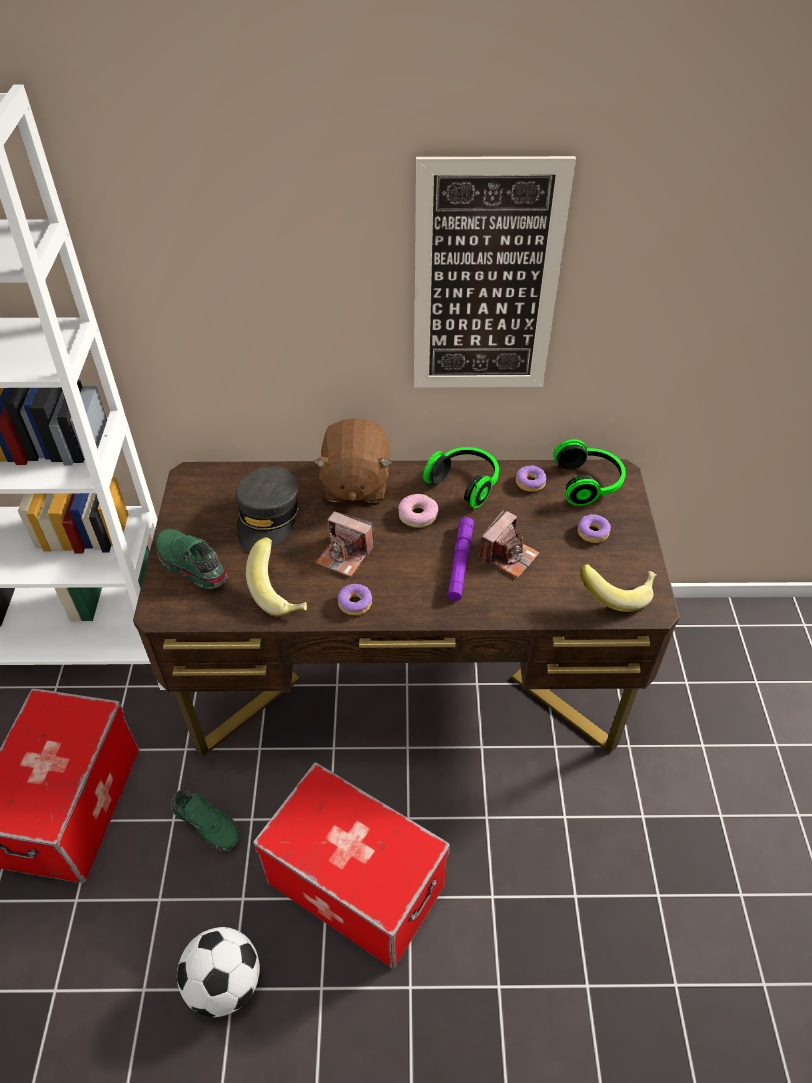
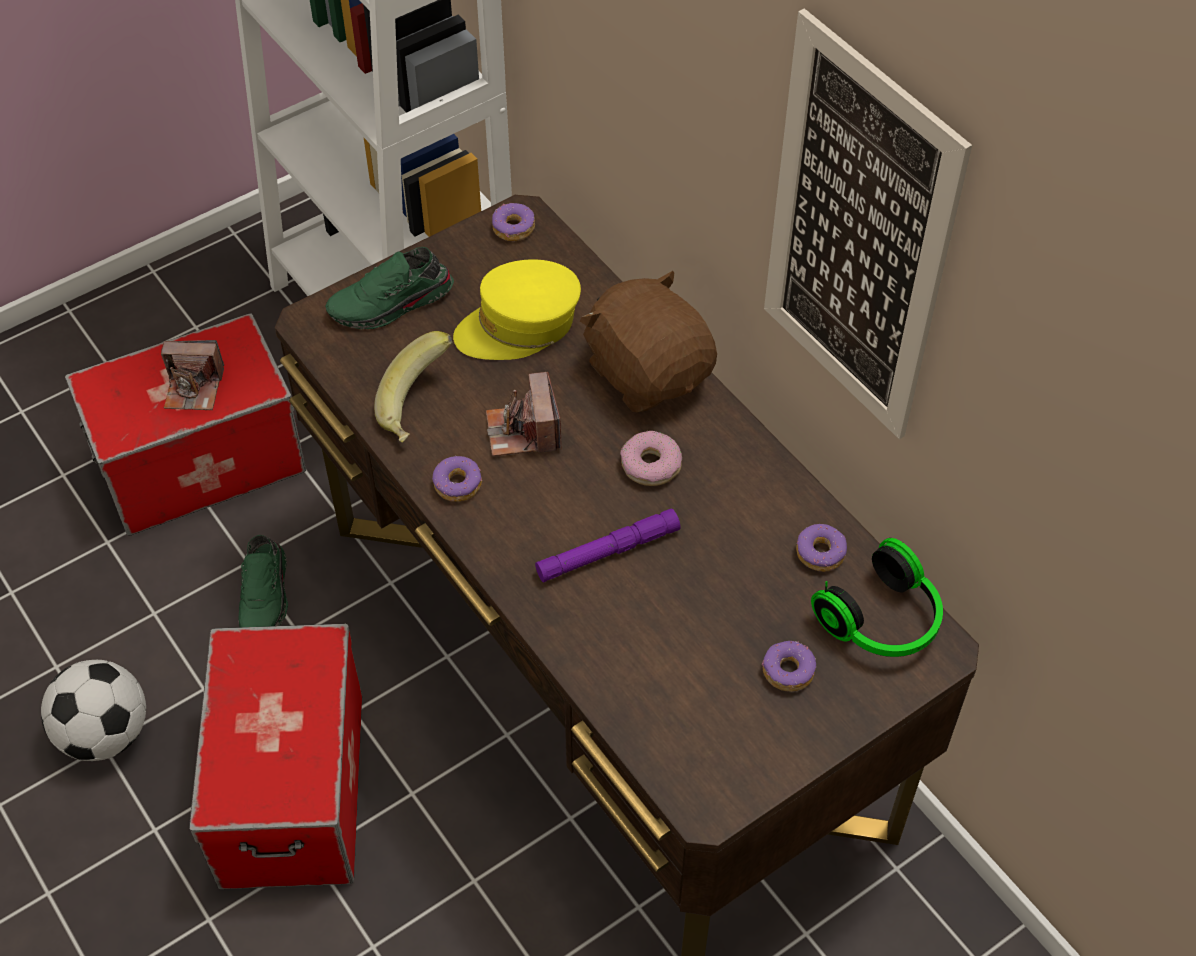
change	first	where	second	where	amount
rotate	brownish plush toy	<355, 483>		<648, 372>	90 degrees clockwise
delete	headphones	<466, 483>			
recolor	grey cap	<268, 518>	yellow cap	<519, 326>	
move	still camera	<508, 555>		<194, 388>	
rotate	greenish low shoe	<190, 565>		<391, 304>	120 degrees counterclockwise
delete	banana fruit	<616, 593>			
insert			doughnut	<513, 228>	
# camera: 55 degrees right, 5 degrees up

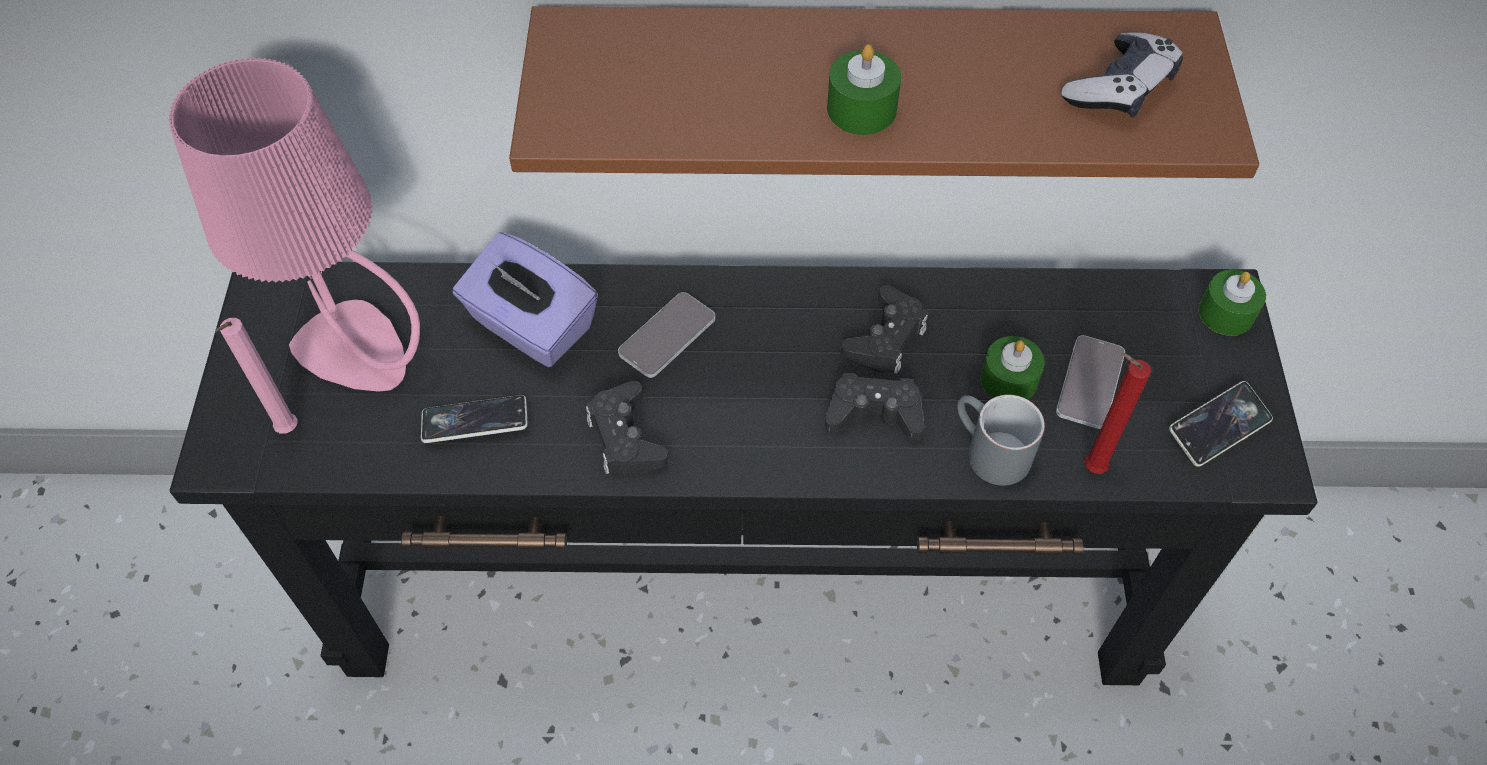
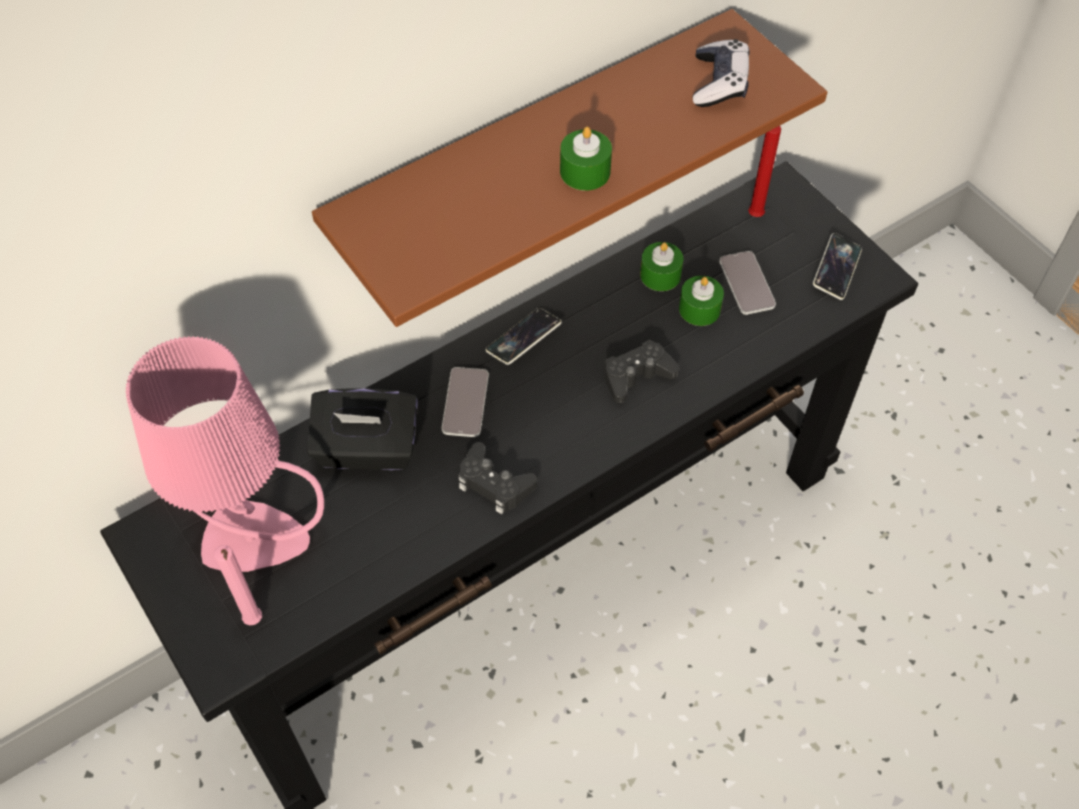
change	first	where	second	where	amount
recolor	purple-coloured tissue box	<531, 326>	black tissue box	<367, 449>	
move	greenish wax candle	<1226, 313>		<660, 275>	
delete	black joypad	<885, 338>			
move	reddish wax candle	<1090, 467>		<753, 216>	
delete	grey coffee mug	<987, 452>			
move	phone	<475, 422>		<523, 339>	
# camera: 35 degrees left, 0 degrees up

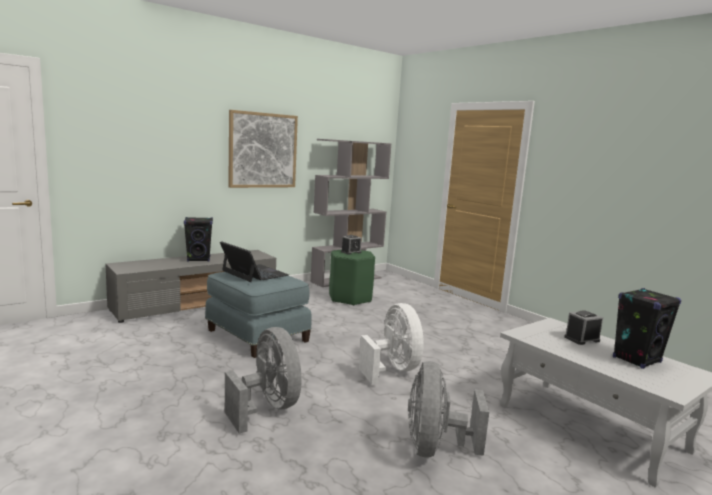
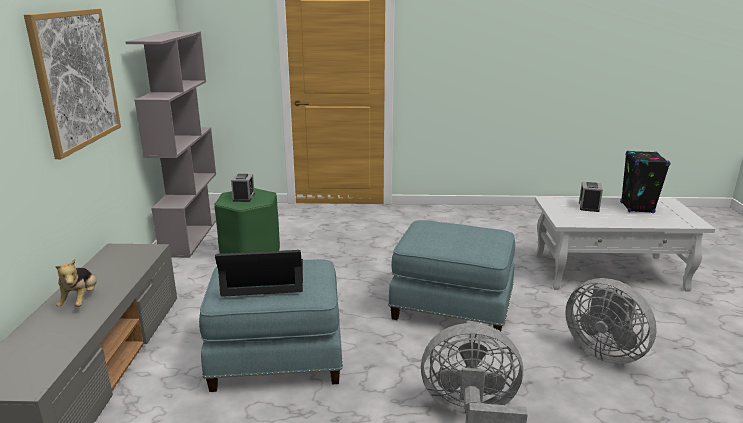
change	first	where	second	where	amount
replace	black audio speaker	<199, 259>	plush toy	<80, 300>	
replace	white-coloured electric fan	<393, 370>	blue-coloured ottoman	<451, 308>	
# camera: 50 degrees left, 10 degrees up

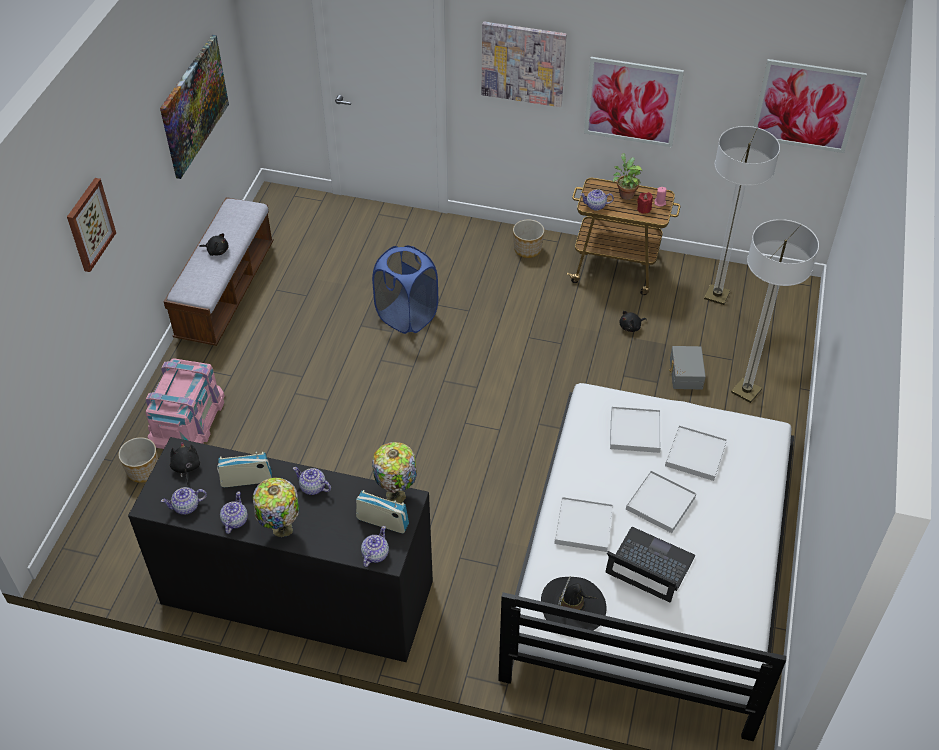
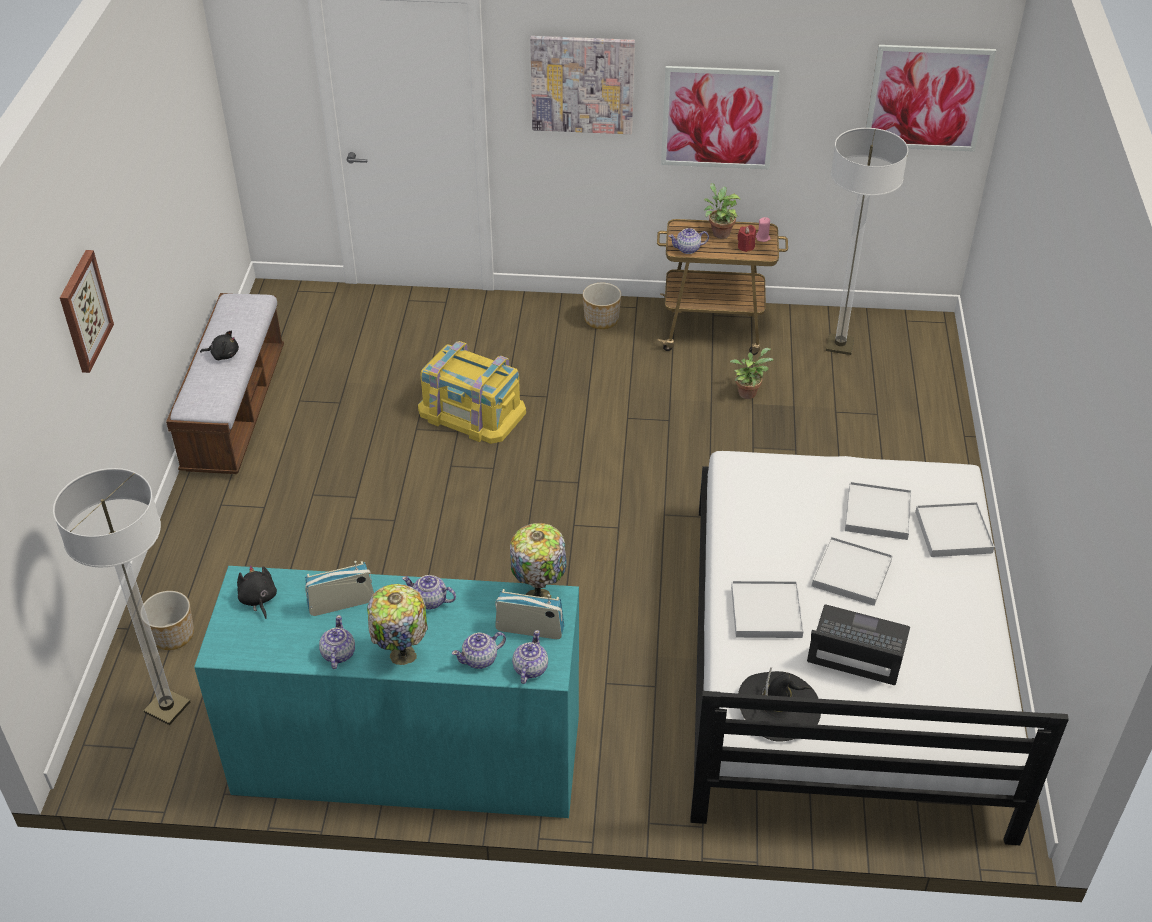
change	first	where	second	where	amount
delete	picture	<194, 105>			
move	standard lamp	<746, 391>		<167, 707>	
replace	blue-coloured hamper	<406, 316>	yellow storage container	<471, 411>	
replace	black plush toy	<631, 327>	potted plant	<748, 392>	
delete	grey storage container	<685, 373>			
delete	pink storage container	<187, 418>			
move	white-coloured serving tray	<635, 431>		<953, 532>	
recolor	black chest of drawers	<297, 592>	turquoise-coloured chest of drawers	<408, 754>	
move	teapot	<187, 507>		<480, 659>	
# camera: 10 degrees left, 5 degrees down

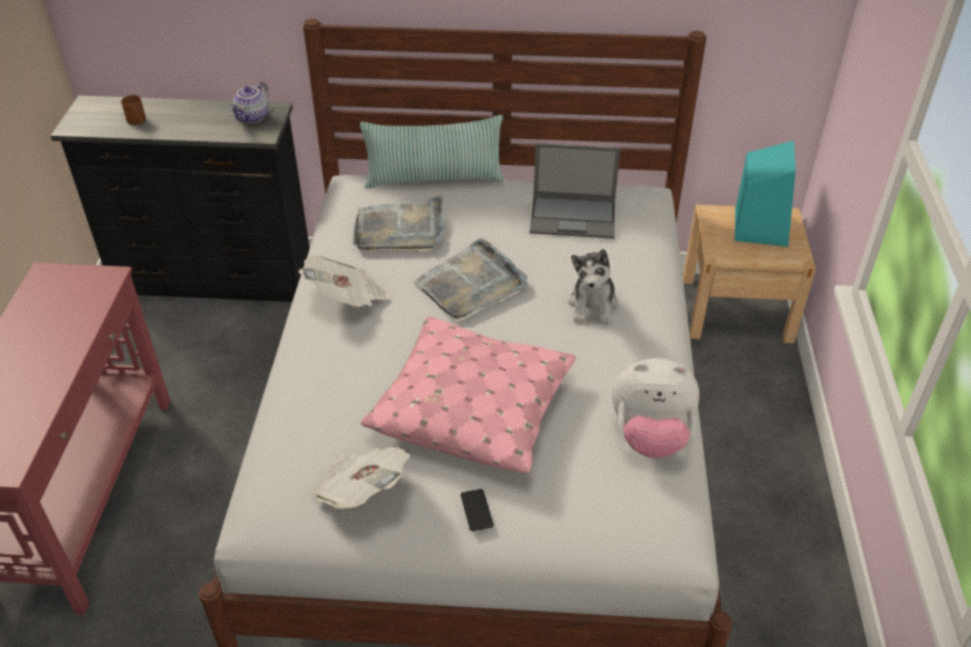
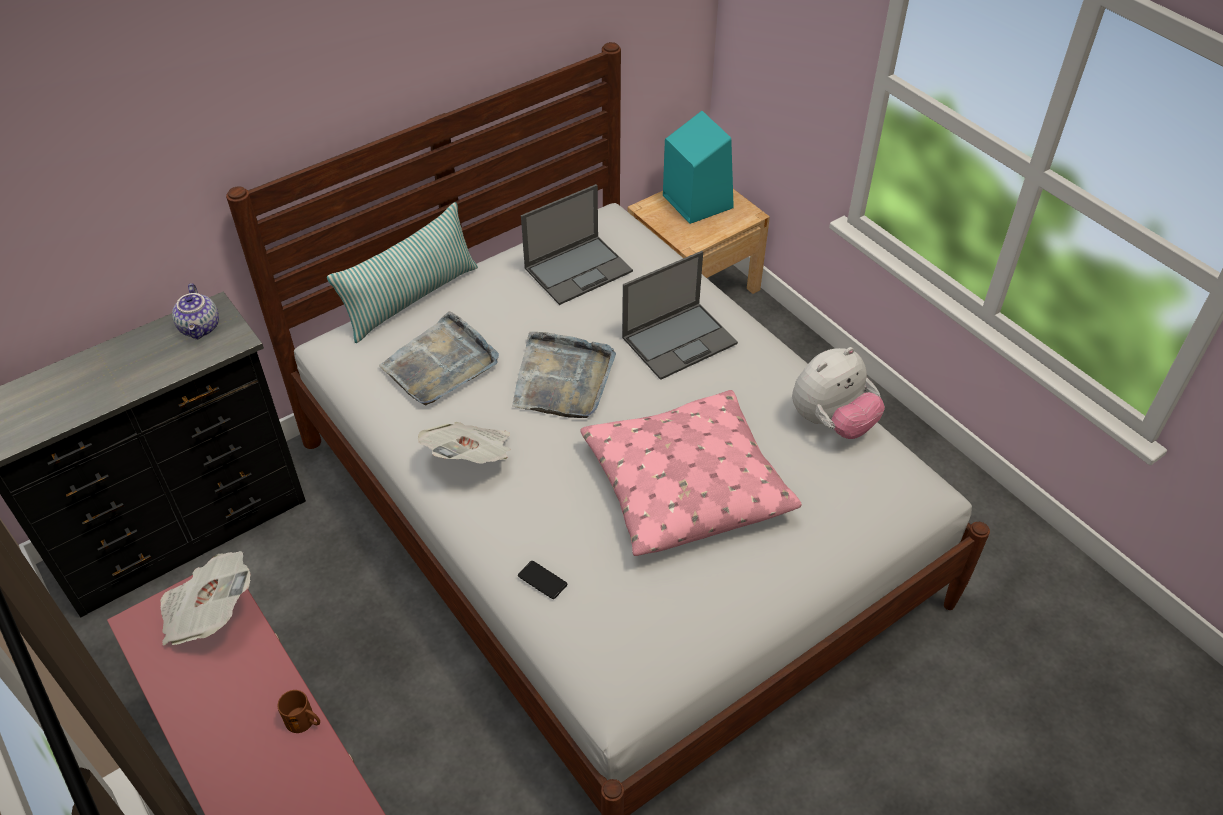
change	first	where	second	where	amount
move	brownish coffee mug	<137, 122>		<305, 721>	
replace	plush toy	<593, 305>	laptop	<680, 340>	
move	newspaper	<362, 491>		<209, 613>	
move	phone	<476, 510>		<542, 580>	
# camera: 40 degrees left, 5 degrees up

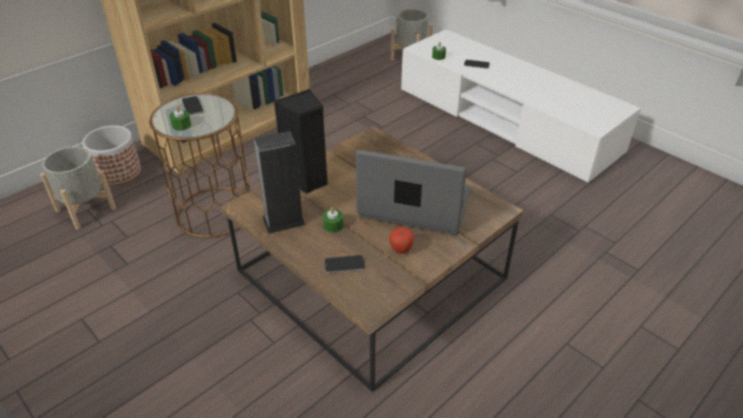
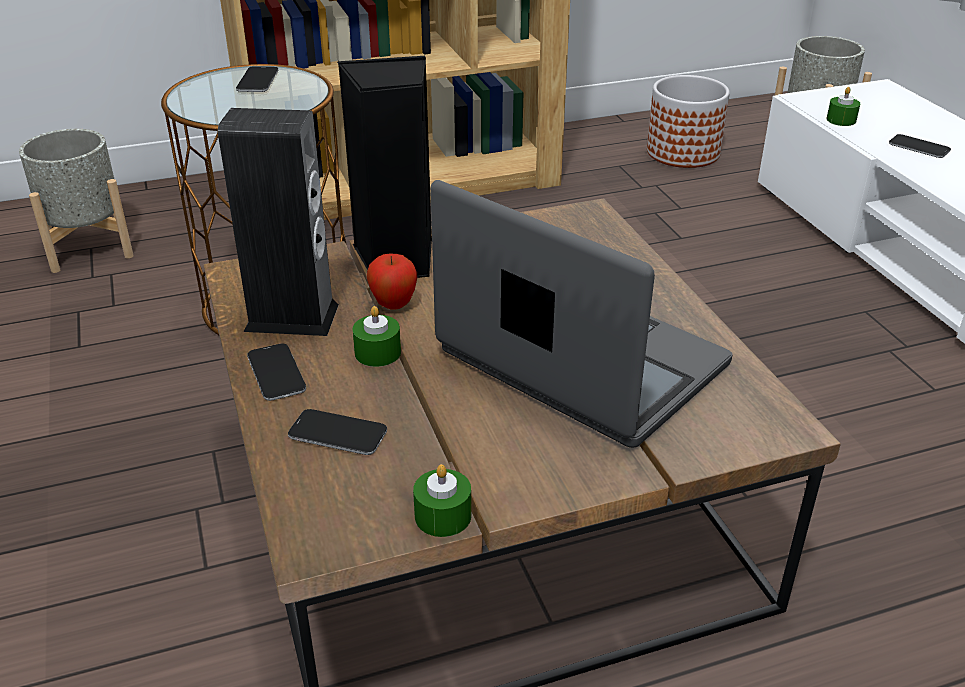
change	first	where	second	where	amount
move	greenish wax candle	<181, 125>		<443, 516>	
move	flower pot	<118, 172>		<683, 153>	
move	whole apple	<401, 250>		<393, 305>	
insert			phone	<276, 373>	
# camera: 25 degrees right, 5 degrees down

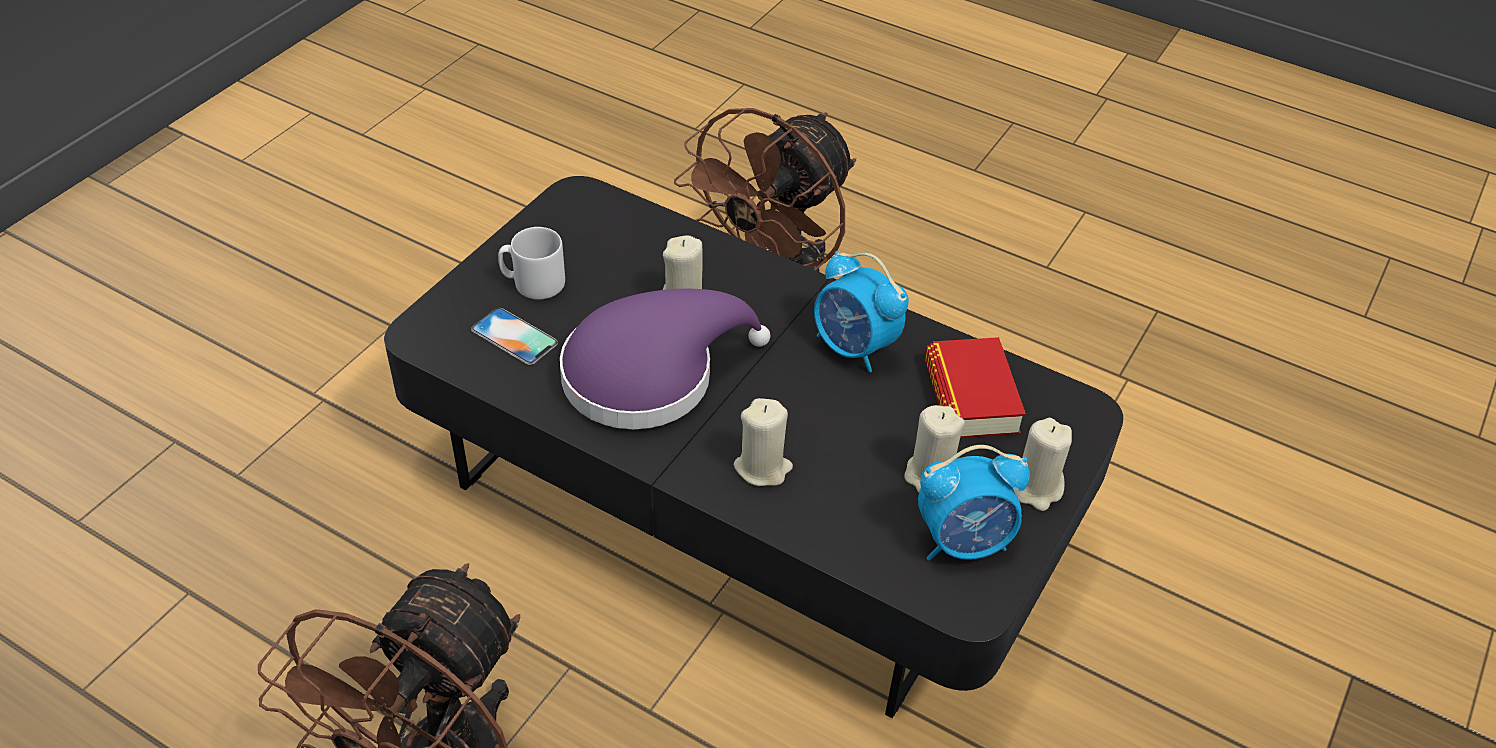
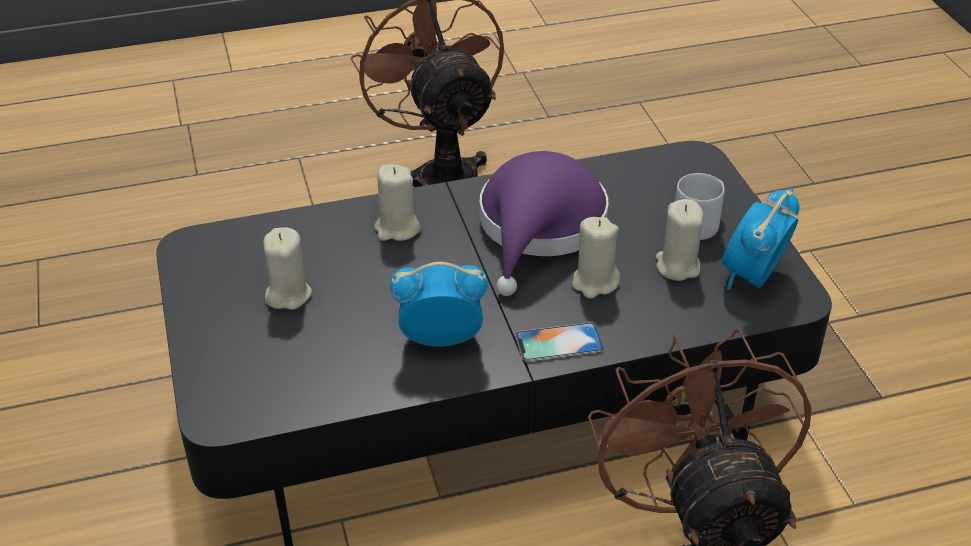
change	first	where	second	where	amount
move	phone	<514, 336>		<559, 342>	
delete	bound book	<971, 397>			
move	beige-coloured wax candle	<1036, 488>		<677, 266>	
move	bedside clock	<964, 542>		<752, 277>	
# camera: 135 degrees right, 5 degrees down

